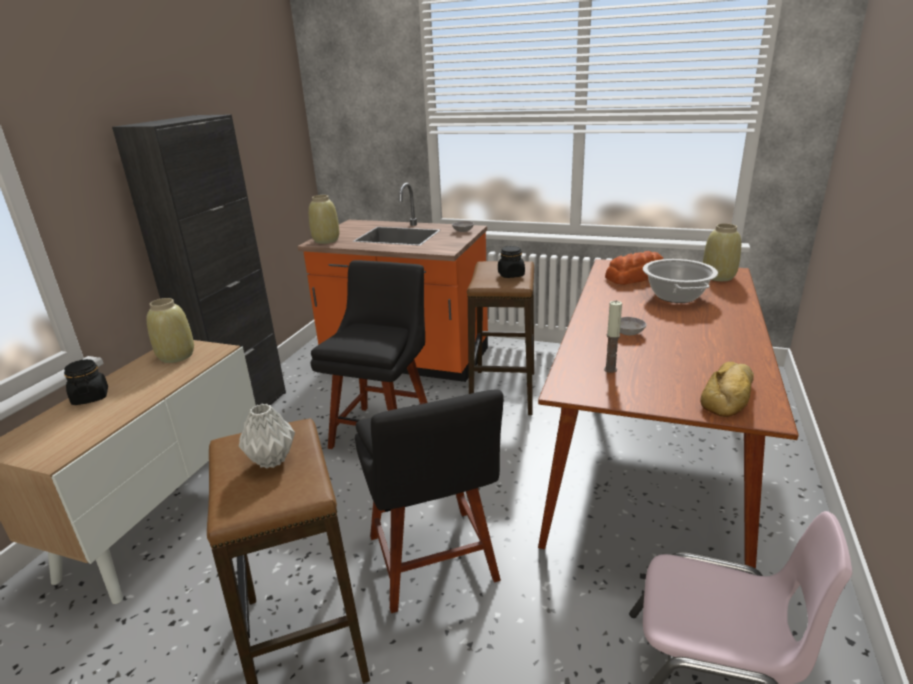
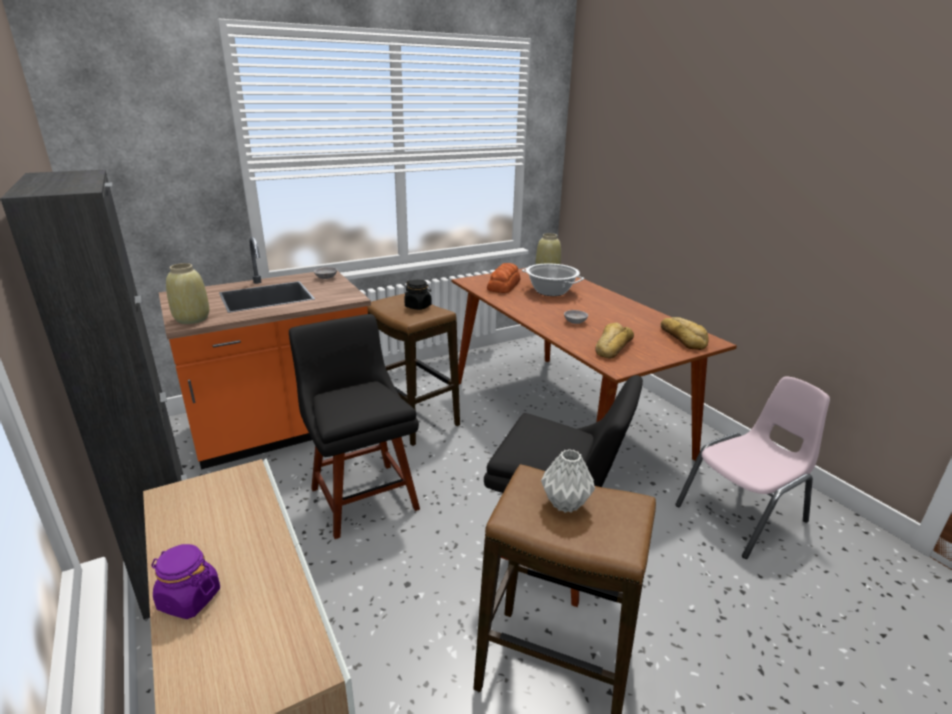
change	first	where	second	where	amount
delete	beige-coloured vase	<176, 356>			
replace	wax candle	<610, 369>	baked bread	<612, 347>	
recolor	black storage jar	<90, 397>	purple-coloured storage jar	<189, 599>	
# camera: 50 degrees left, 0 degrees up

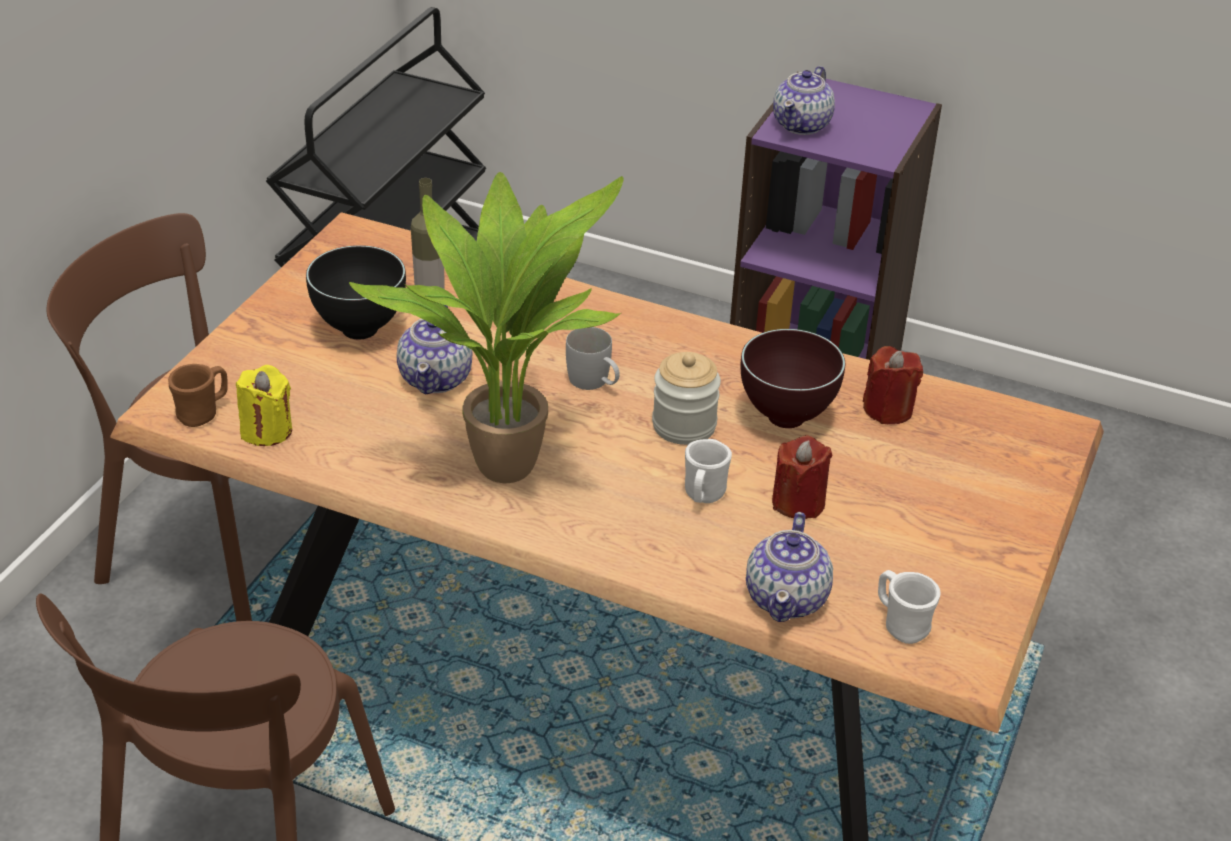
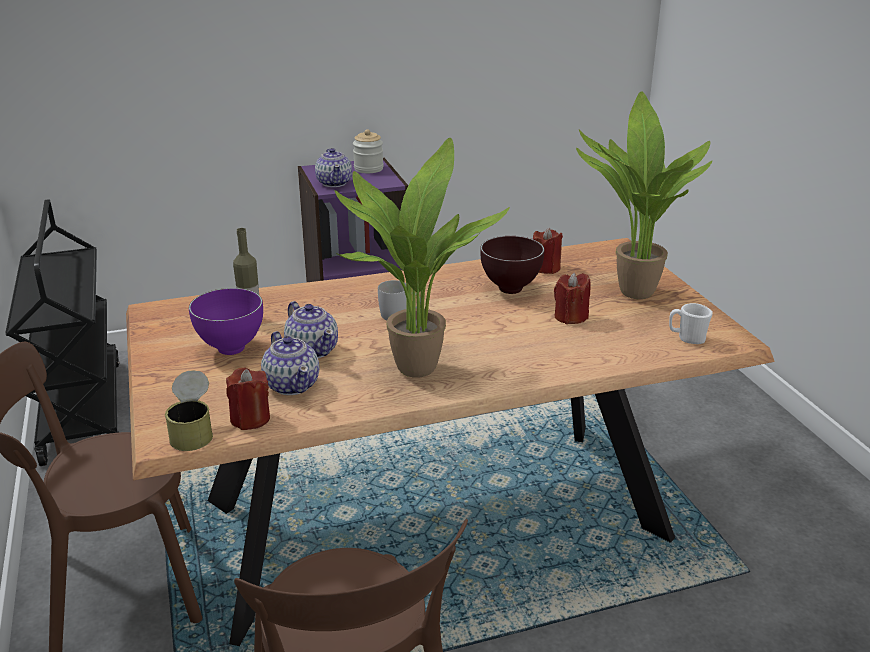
change	first	where	second	where	amount
recolor	black bowl	<360, 332>	purple-coloured bowl	<232, 350>	
move	storage jar	<684, 425>		<368, 169>	
replace	brownish coffee mug	<203, 413>	metal can	<193, 430>	
recolor	yellow wax candle	<266, 430>	reddish wax candle	<250, 419>	
delete	white-coloured coffee mug	<703, 496>			
move	teapot	<787, 598>		<292, 384>	
insert			potted plant	<630, 292>	
# camera: 40 degrees left, 10 degrees down

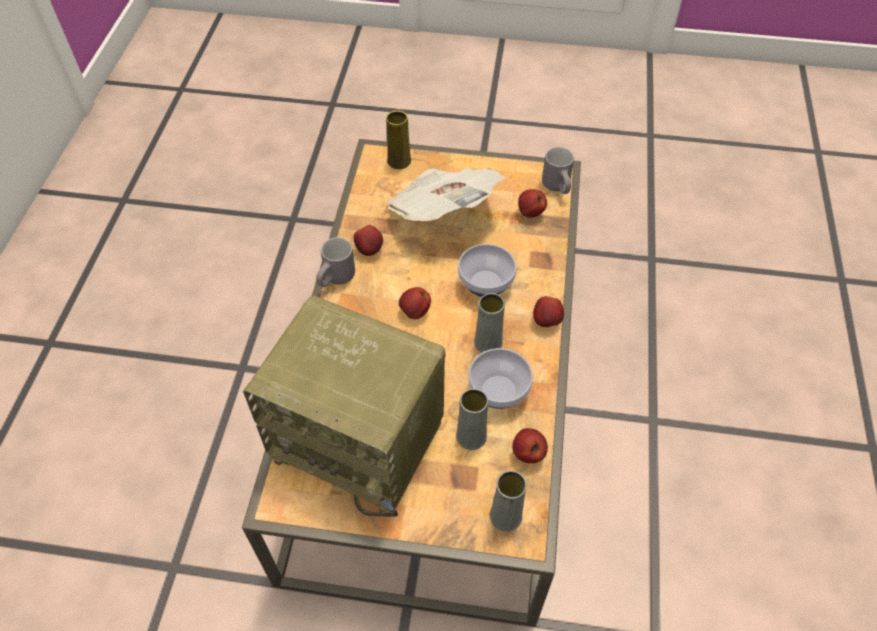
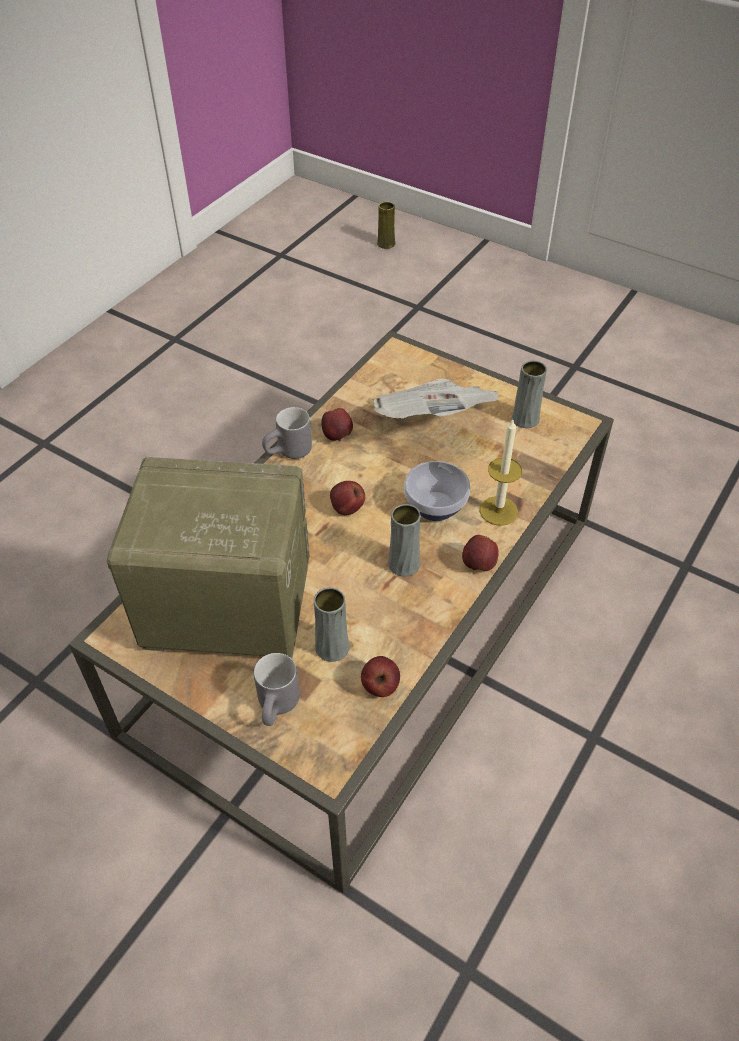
change	first	where	second	where	amount
move	yellow vase	<399, 161>		<386, 244>	
move	grey coffee mug	<559, 187>		<280, 708>	
delete	whole apple	<530, 213>			
rotate	radio receiver	<361, 439>		<224, 608>	135 degrees clockwise
delete	bowl	<500, 391>			
move	grey vase	<505, 516>		<525, 419>	
insert			wax candle	<498, 511>	
# camera: 25 degrees right, 5 degrees down

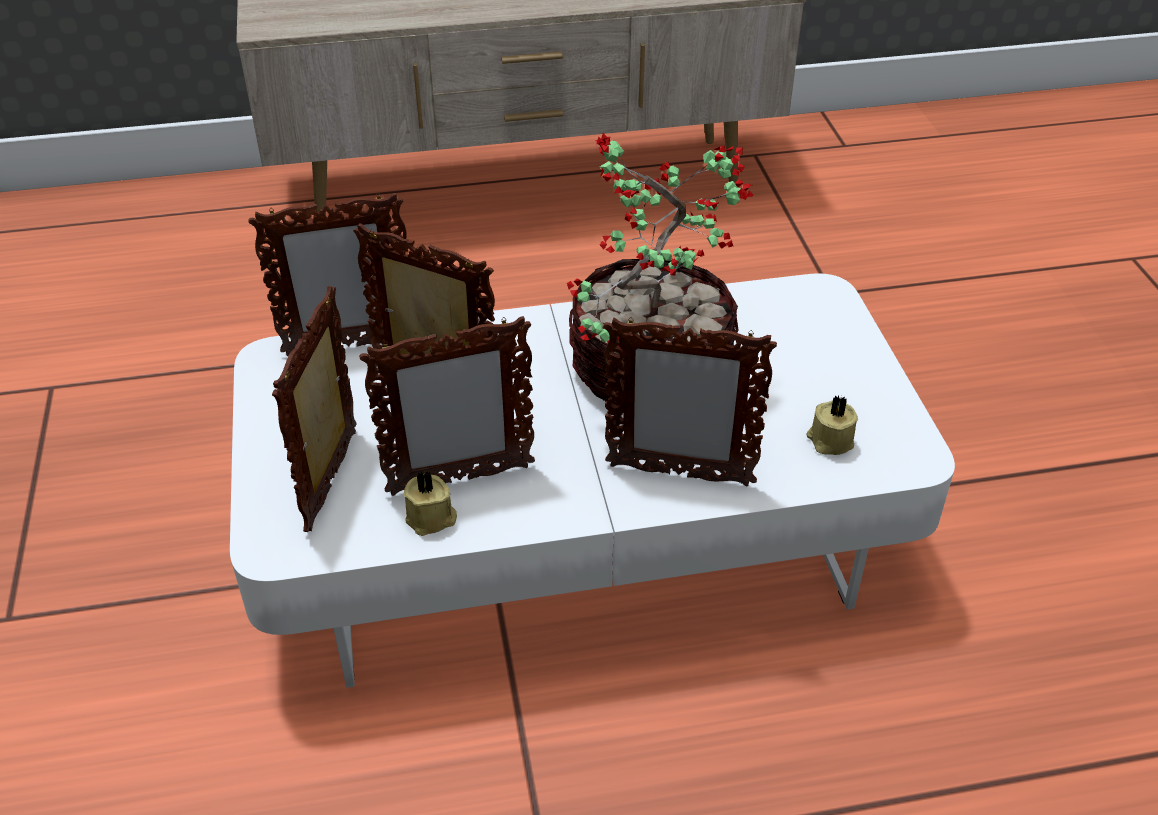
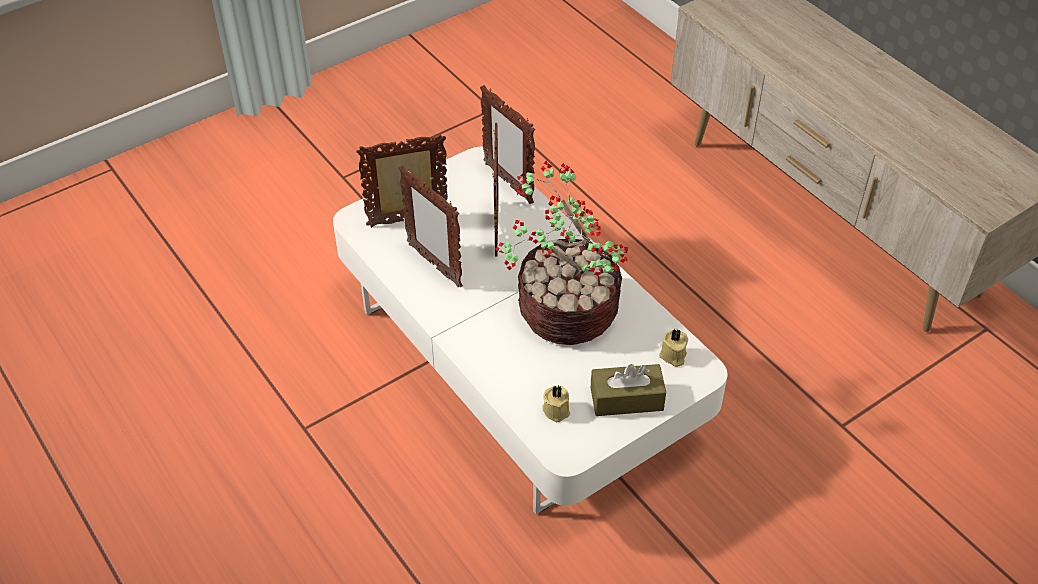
change	first	where	second	where	amount
delete	standing frame	<678, 474>			
move	beige-coloured wax candle	<431, 519>		<673, 356>	
insert			brownish tissue box	<626, 399>	
# camera: 65 degrees right, 5 degrees up

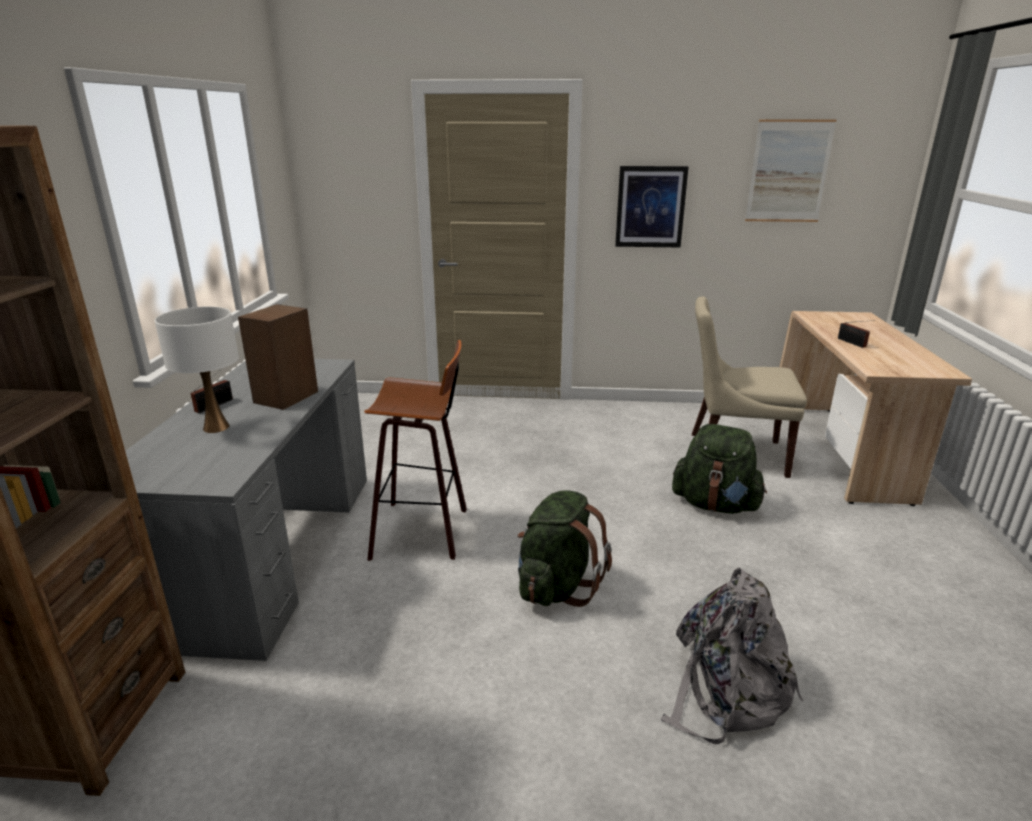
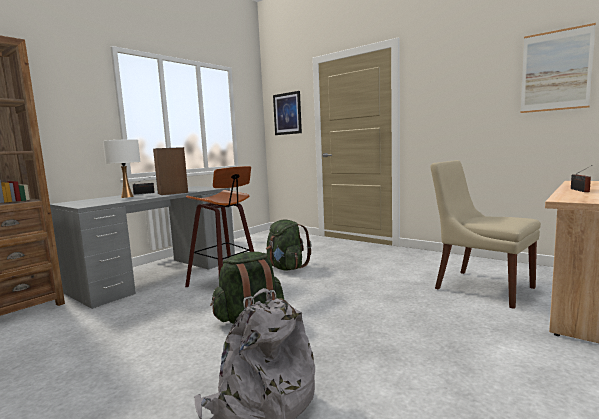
change	first	where	second	where	amount
move	picture	<650, 207>		<287, 113>	
move	greenish rucksack	<715, 505>		<286, 268>	
# camera: 35 degrees right, 15 degrees down

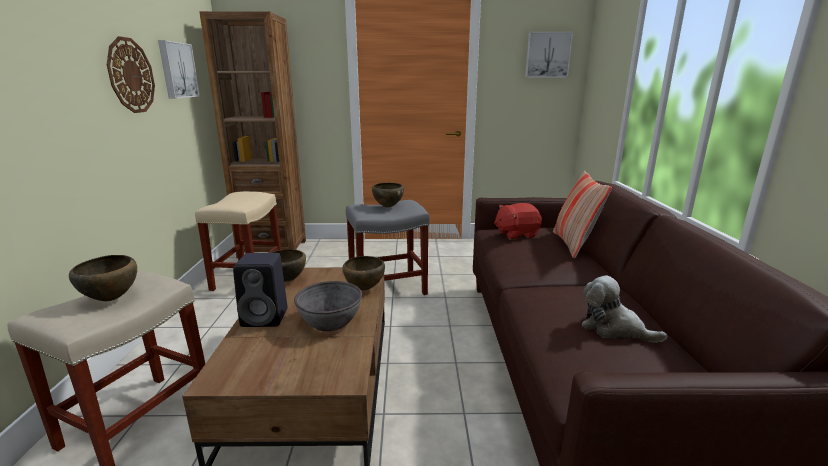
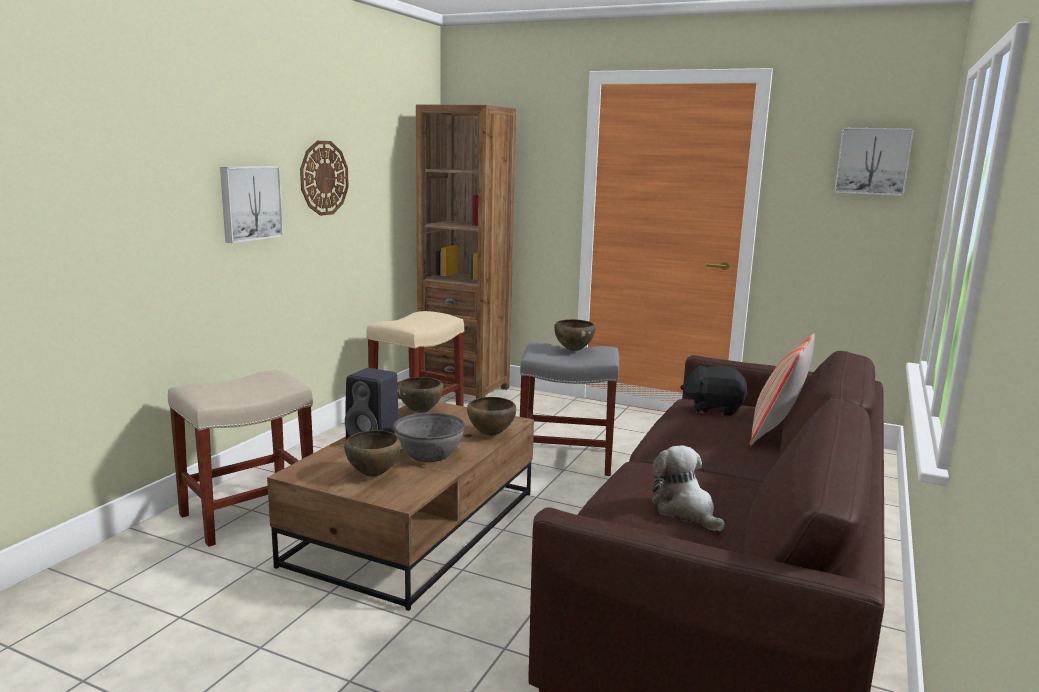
change	first	where	second	where	amount
move	picture	<177, 70>		<250, 203>	
recolor	reddish plush toy	<516, 234>	black plush toy	<713, 408>	
move	brownish bowl	<112, 298>		<374, 474>	
# camera: 25 degrees right, 5 degrees down

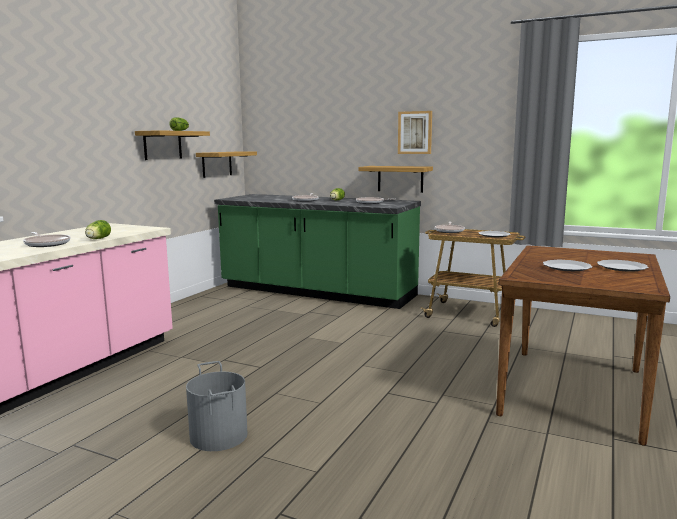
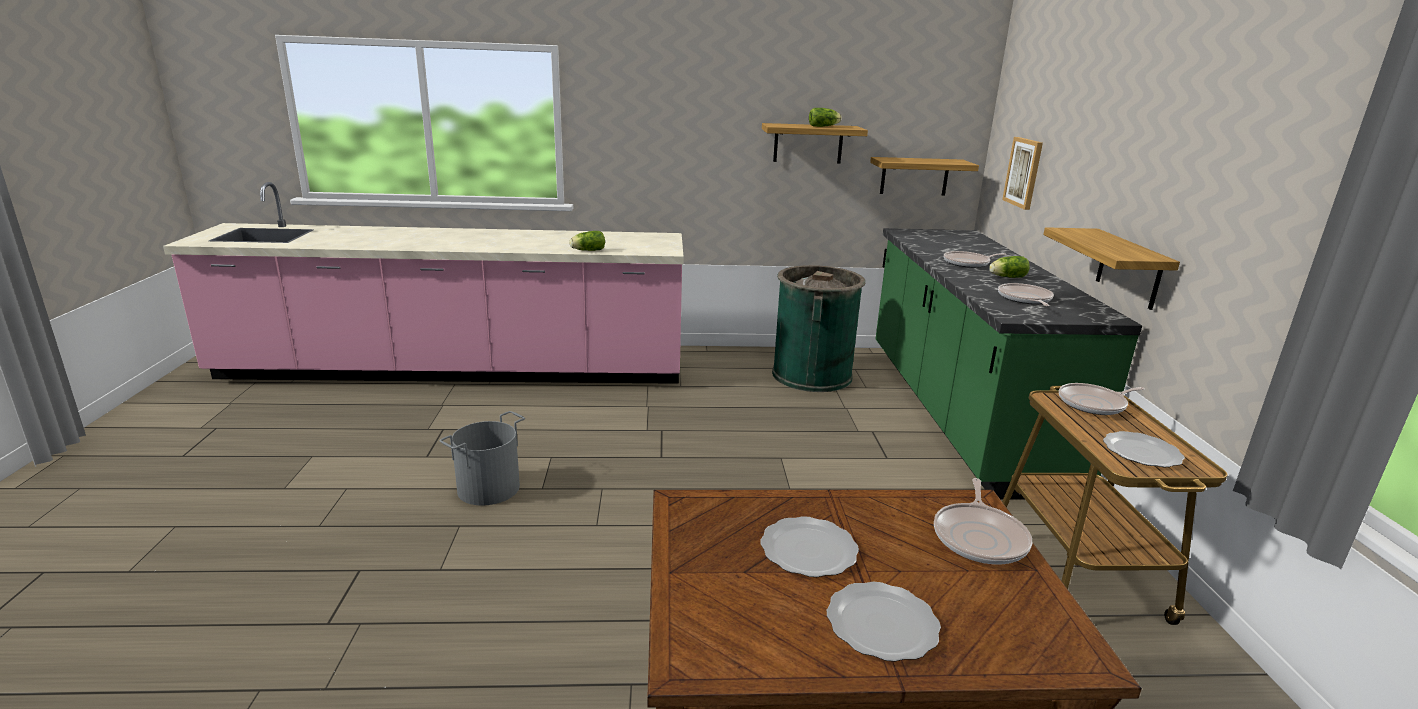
change	first	where	second	where	amount
move	picture	<415, 132>		<1024, 172>	
move	pan	<47, 244>		<980, 537>	
insert			greenish waste bin	<812, 375>	
# camera: 60 degrees right, 10 degrees up

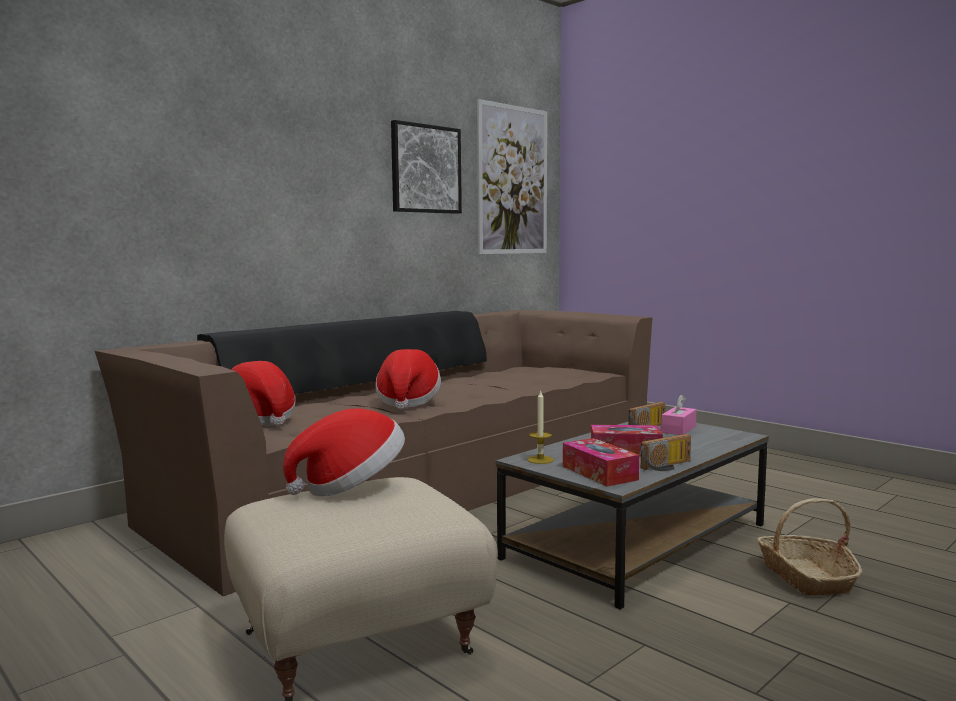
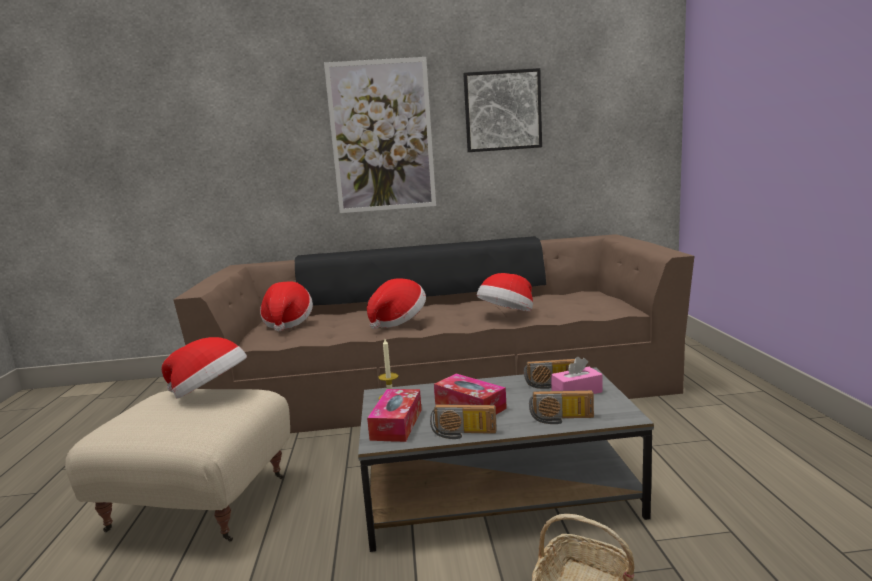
change	first	where	second	where	amount
move	picture	<513, 180>		<382, 136>	
insert			hat	<507, 315>	
insert			radio receiver	<561, 419>	
# camera: 40 degrees right, 5 degrees up

